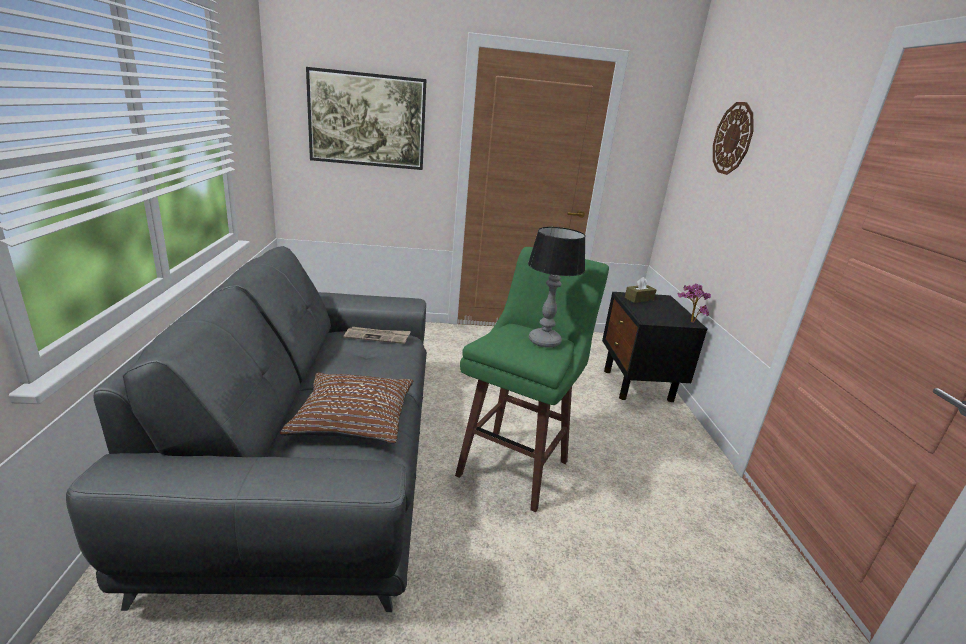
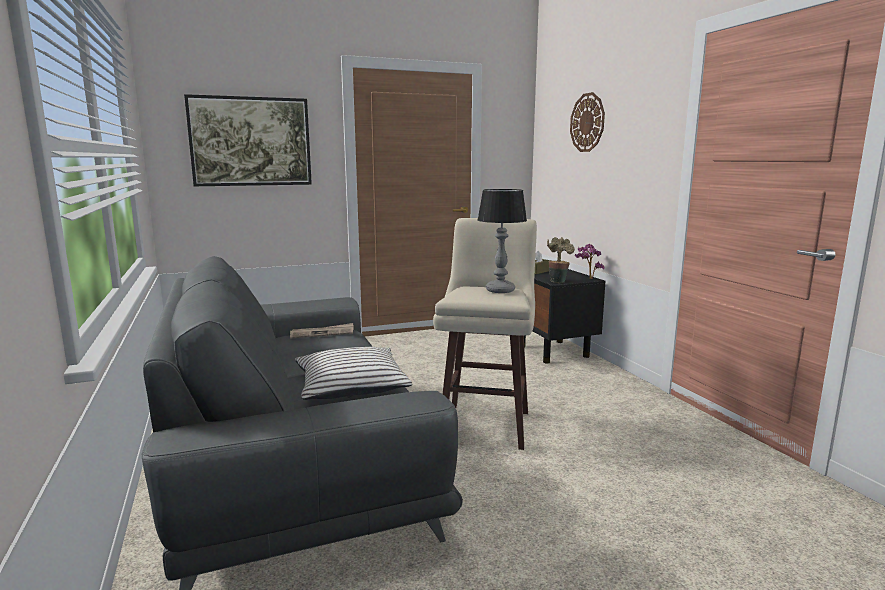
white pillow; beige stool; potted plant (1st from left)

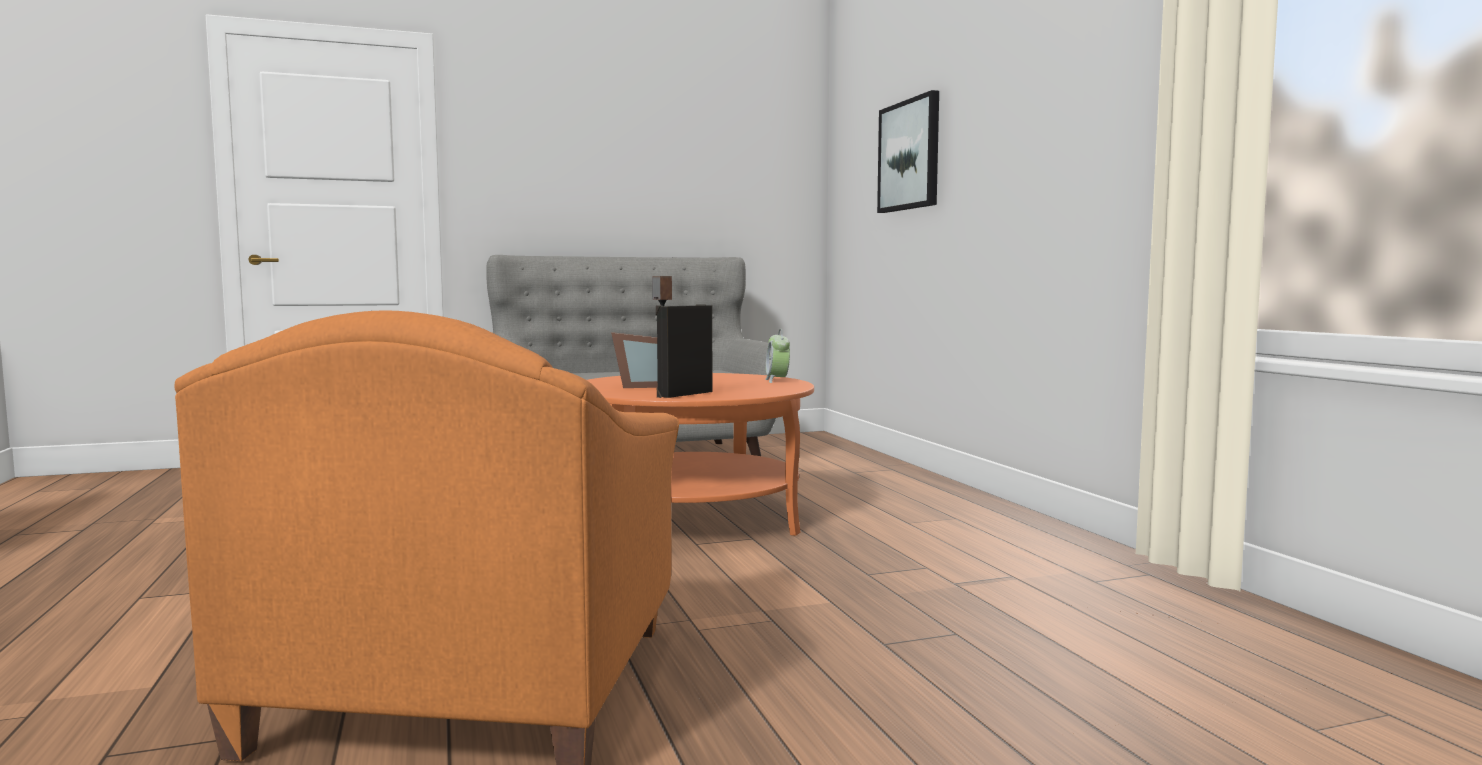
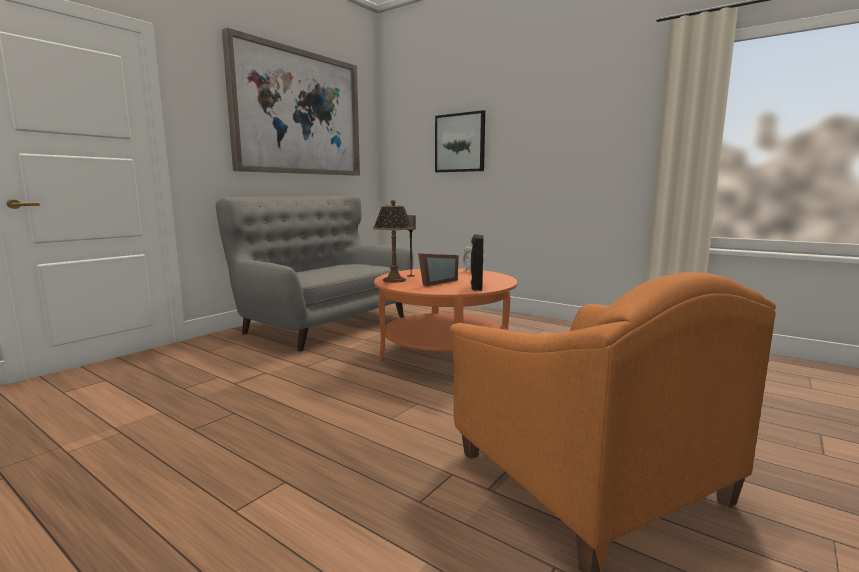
picture (1st from left); table lamp

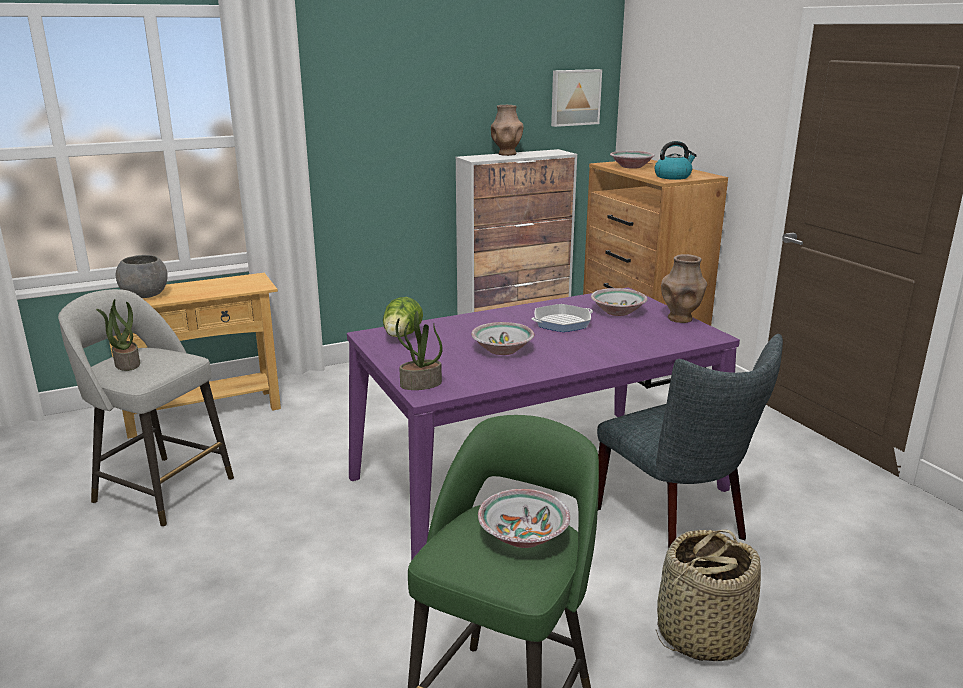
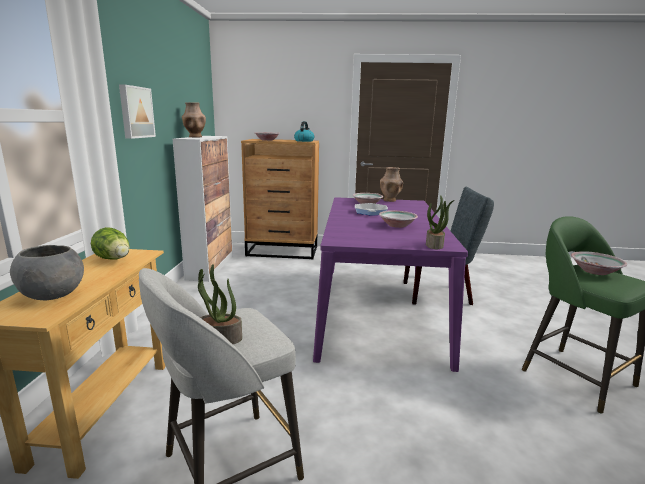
lettuce; picture; basket

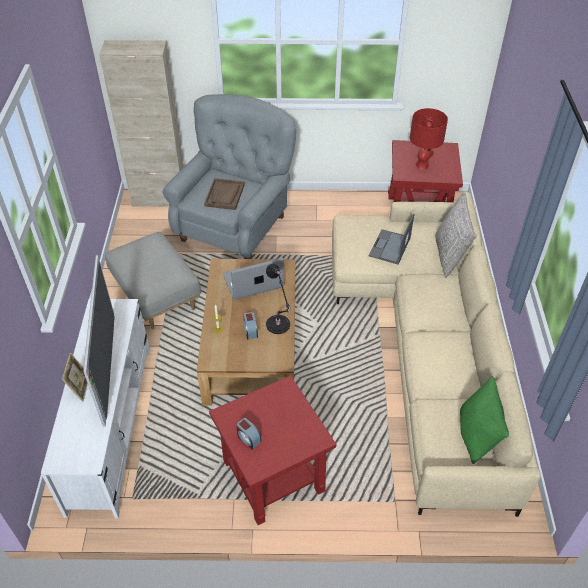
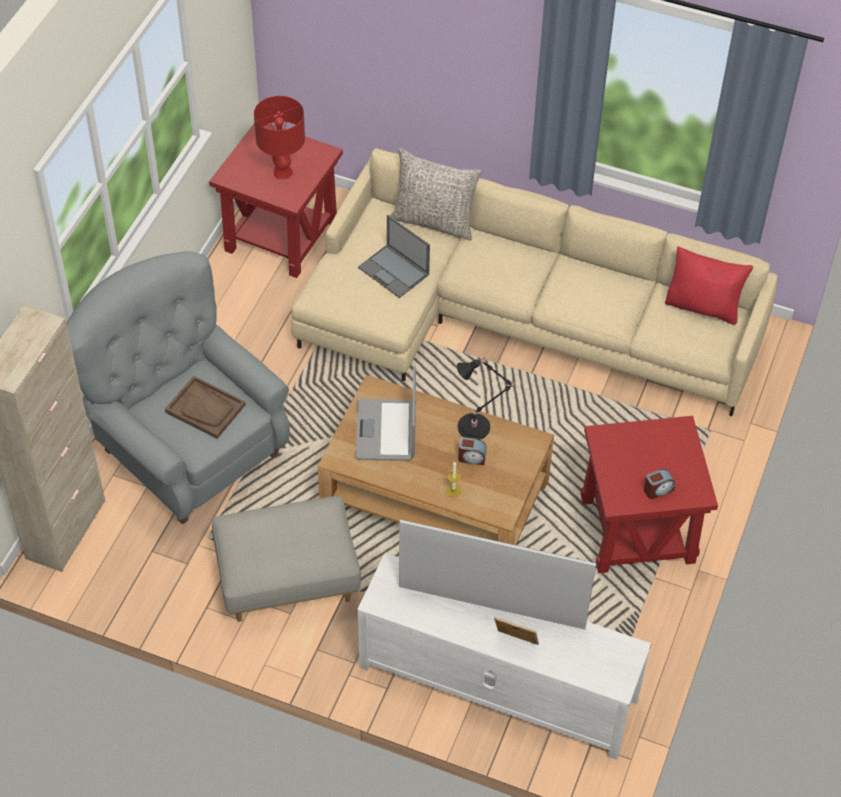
red pillow

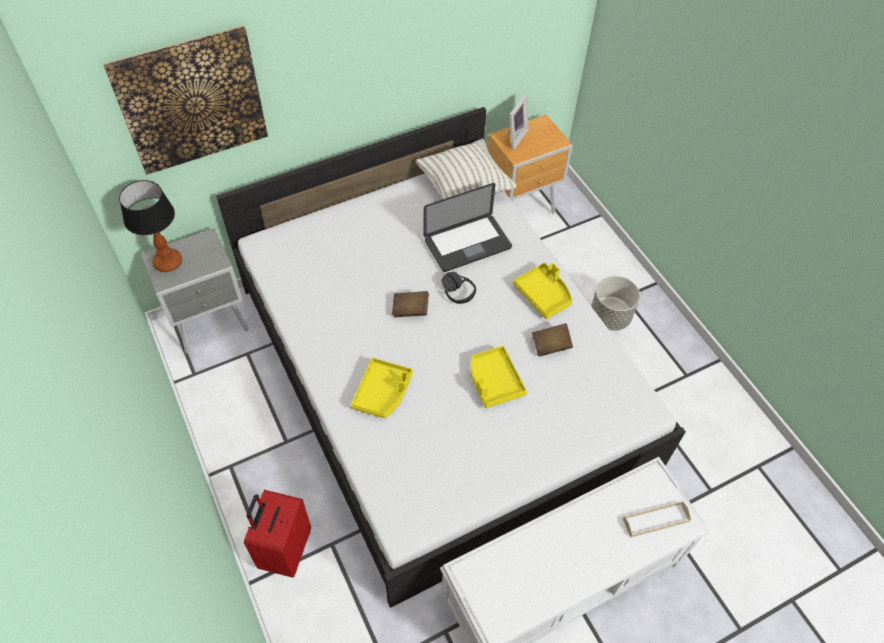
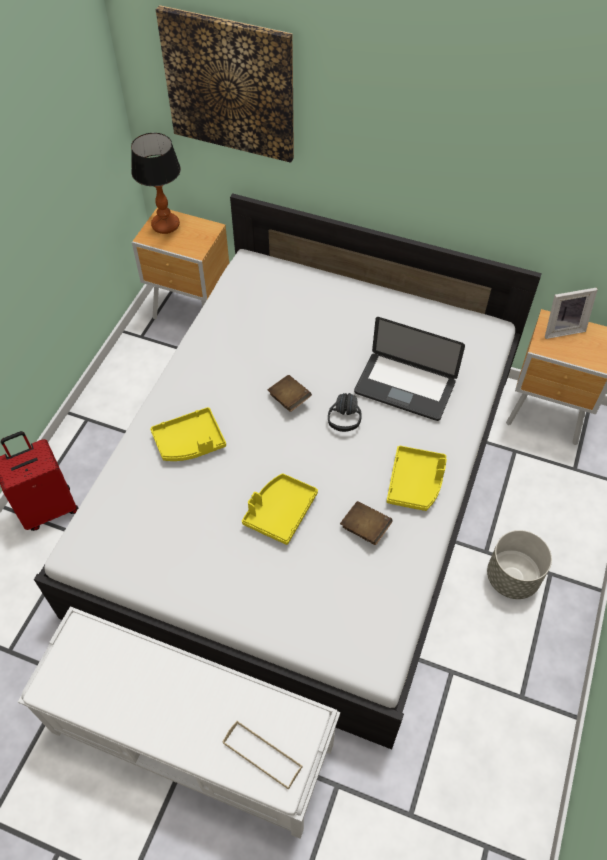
brown nightstand (1st from left); pillow

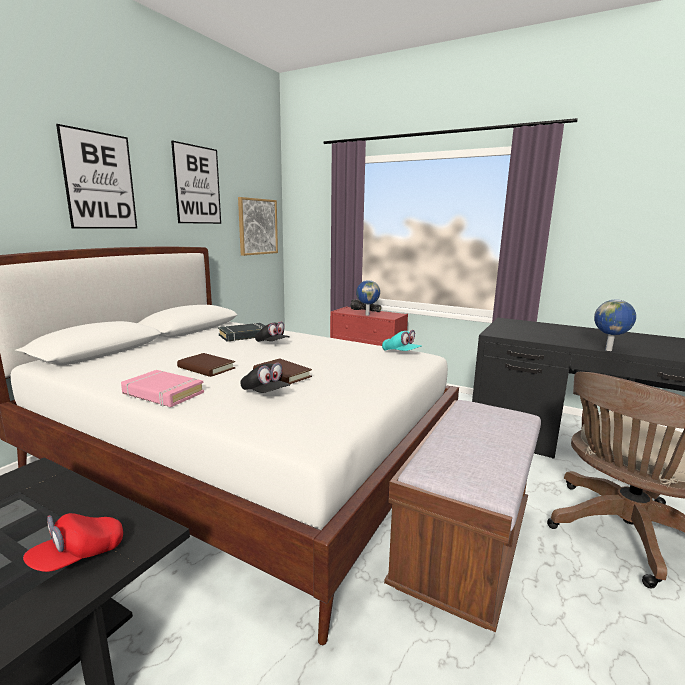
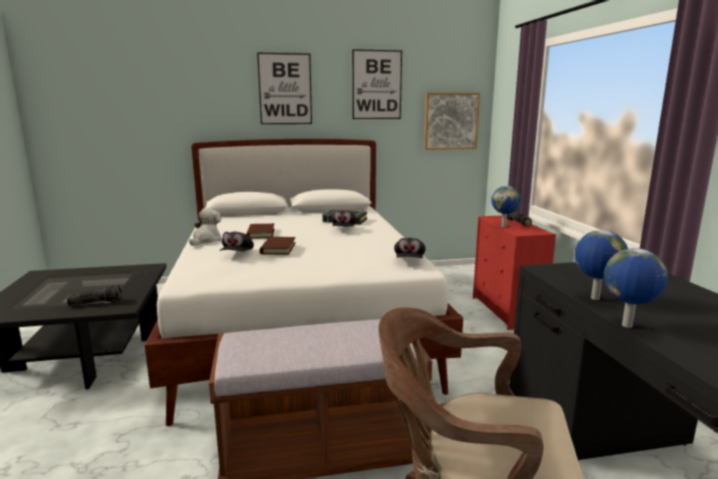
flashlight (1st from left); plush toy; black cap (3rd from left); globe (2nd from left)

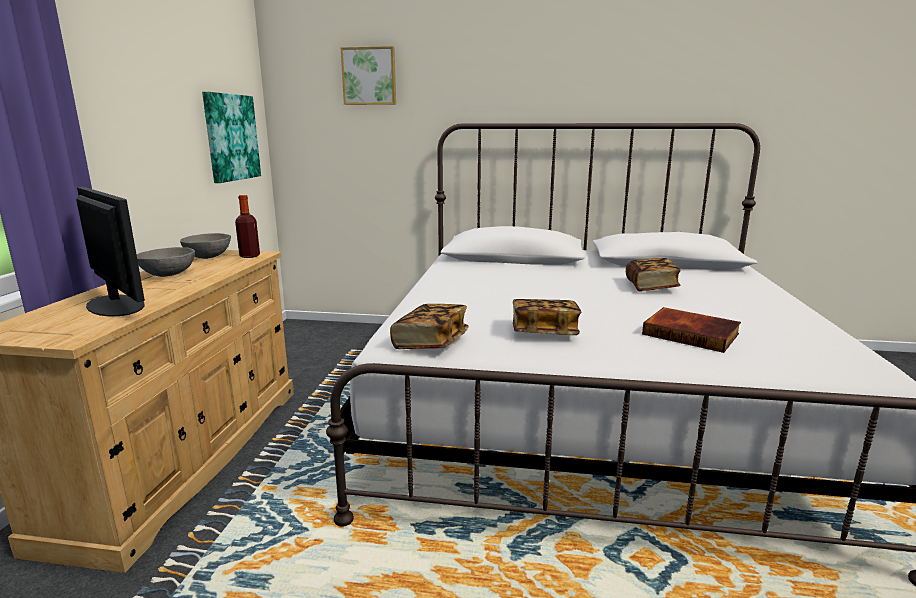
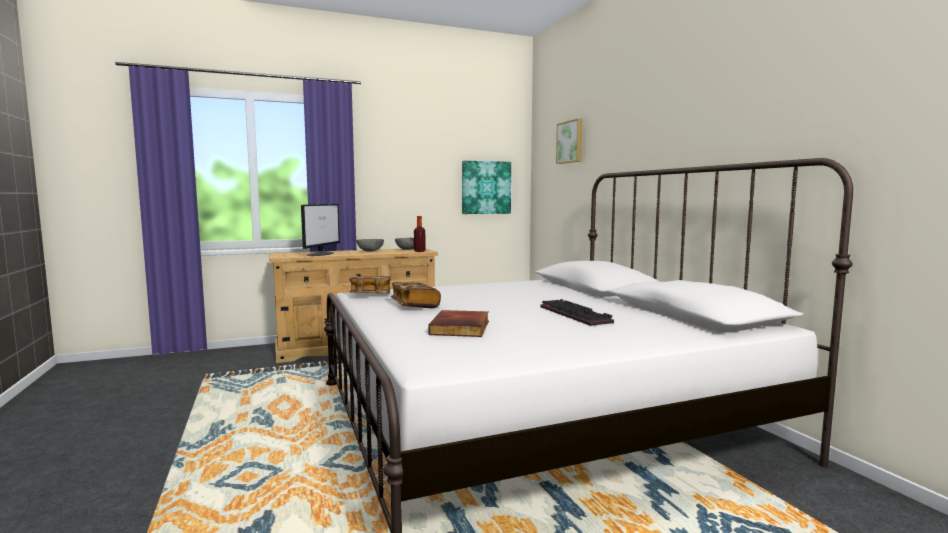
keyboard

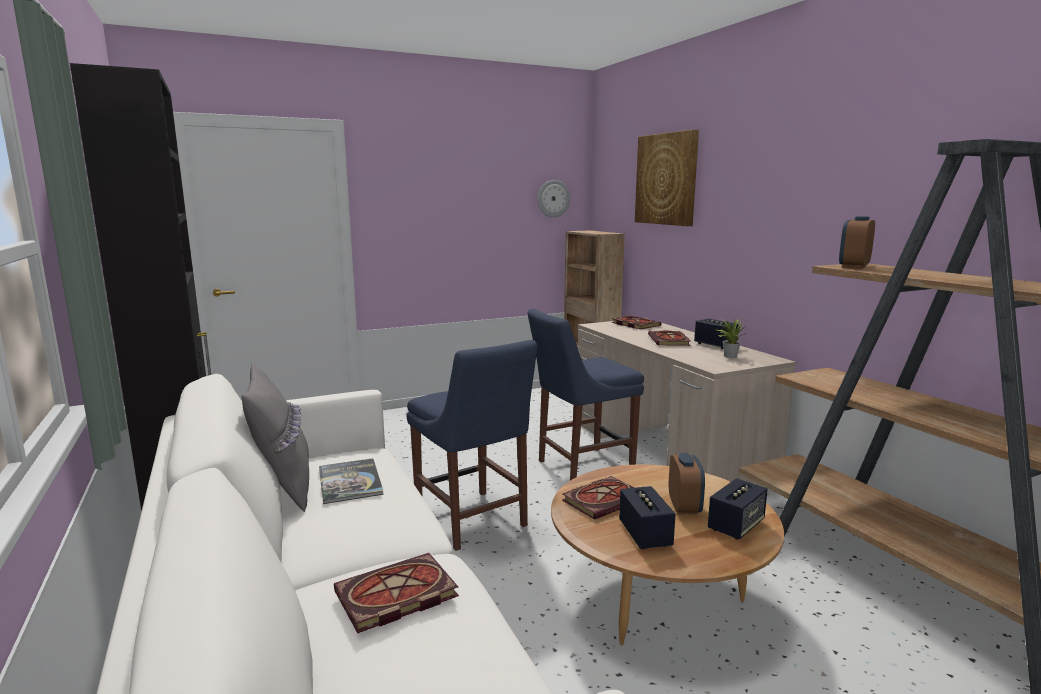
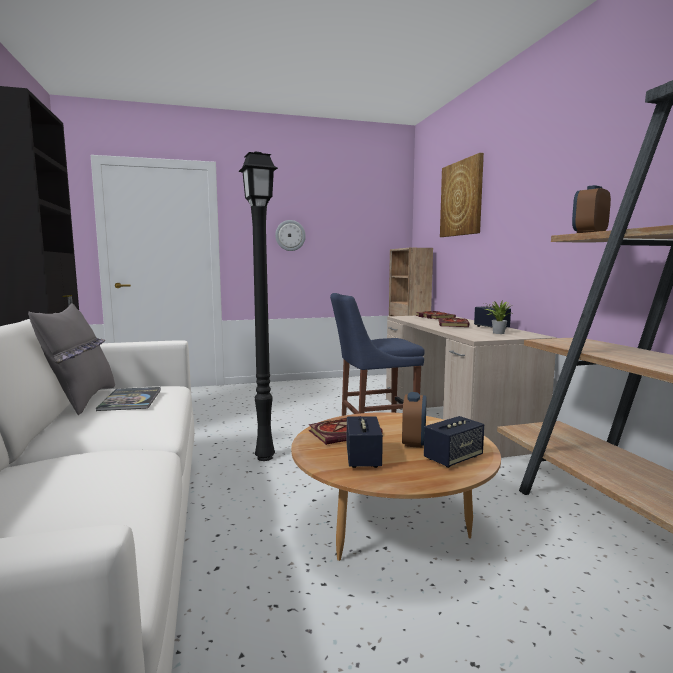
black floor lamp; wall clock; book (2nd from left in the first image)

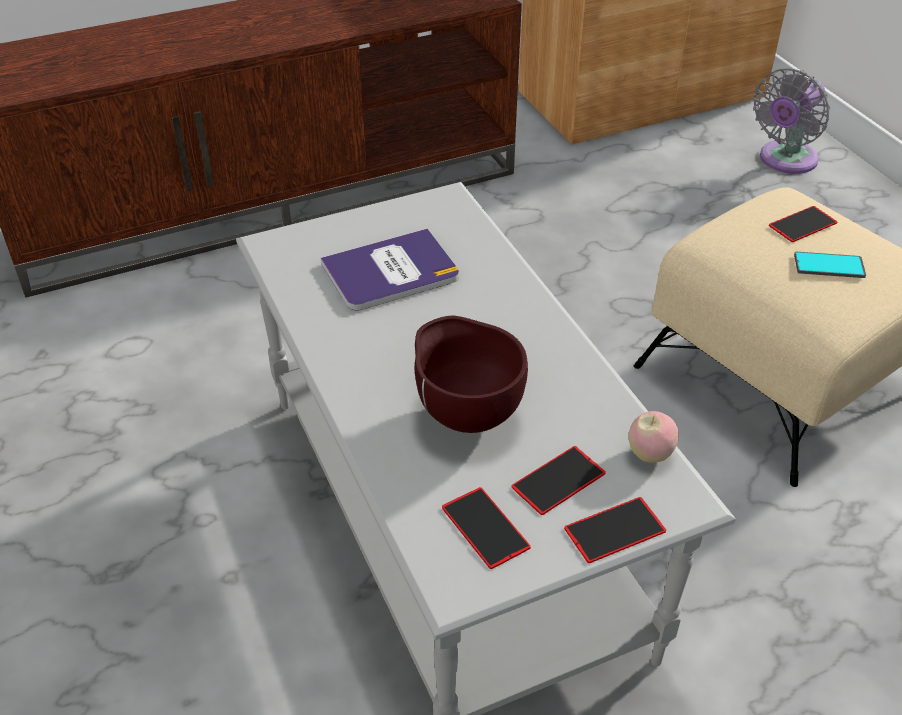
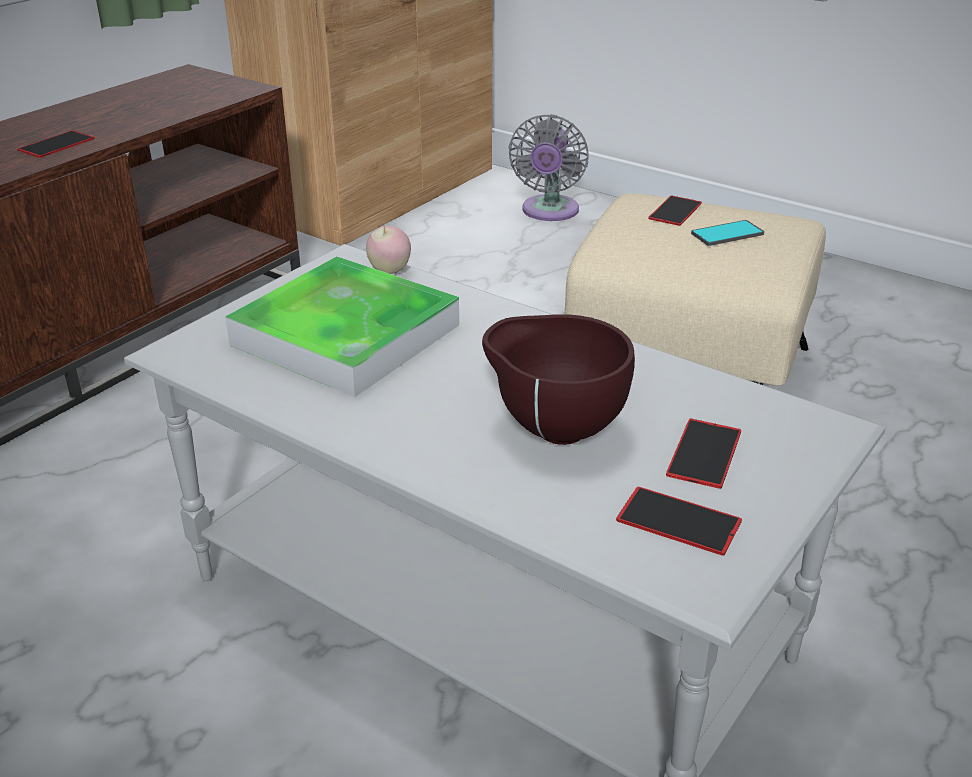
phone (1st from left); tray; apple

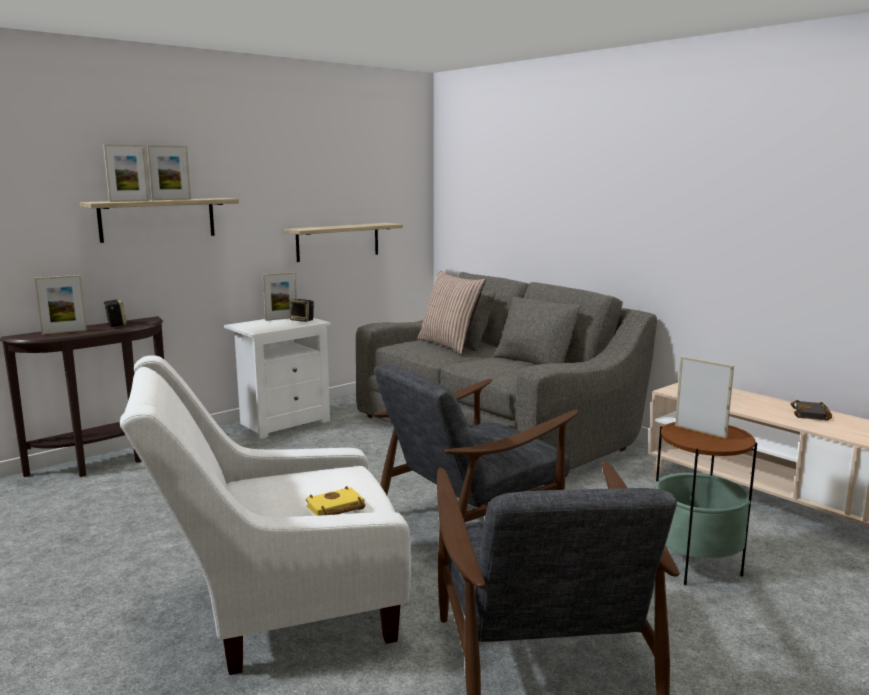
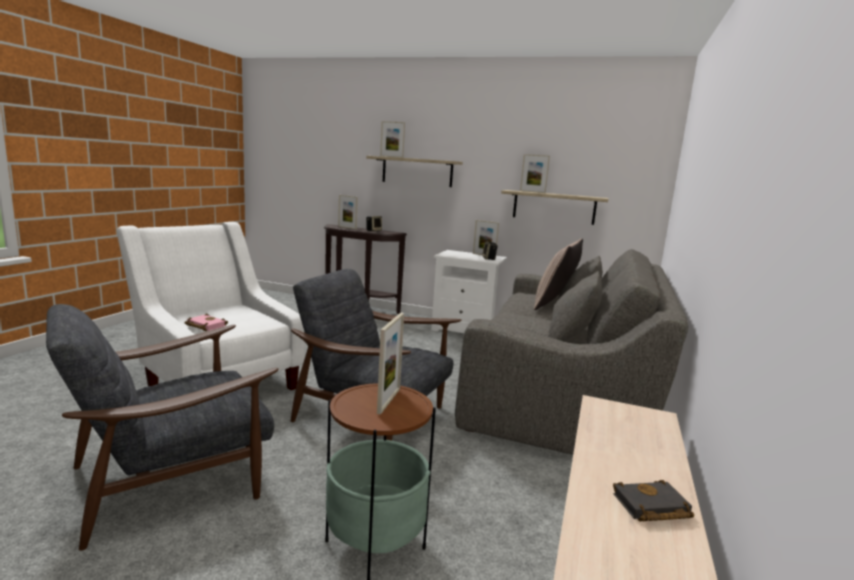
pink book; picture frame (5th from left)

